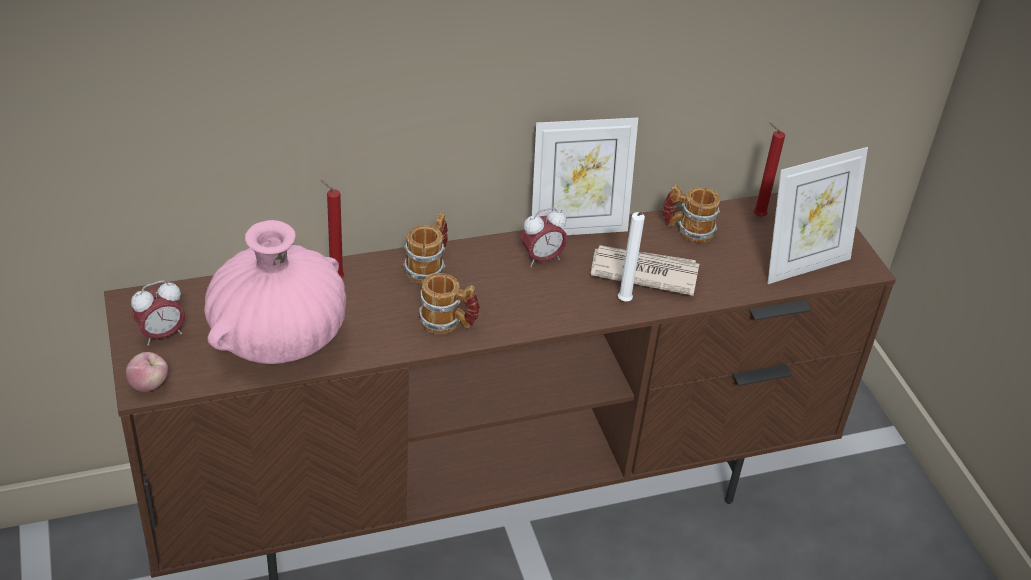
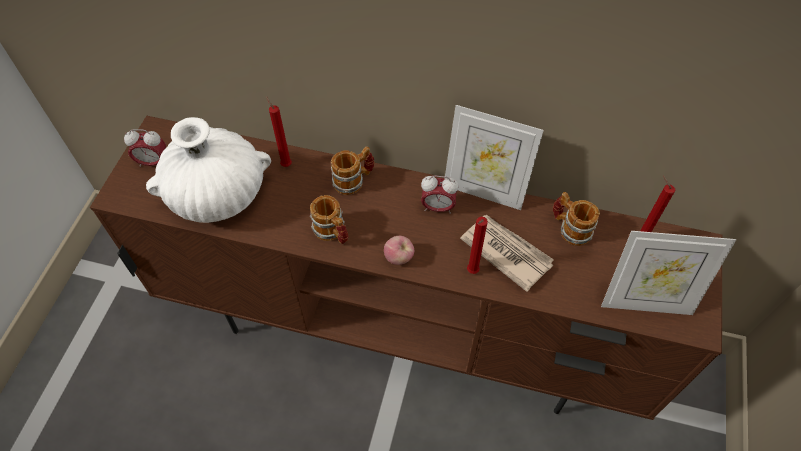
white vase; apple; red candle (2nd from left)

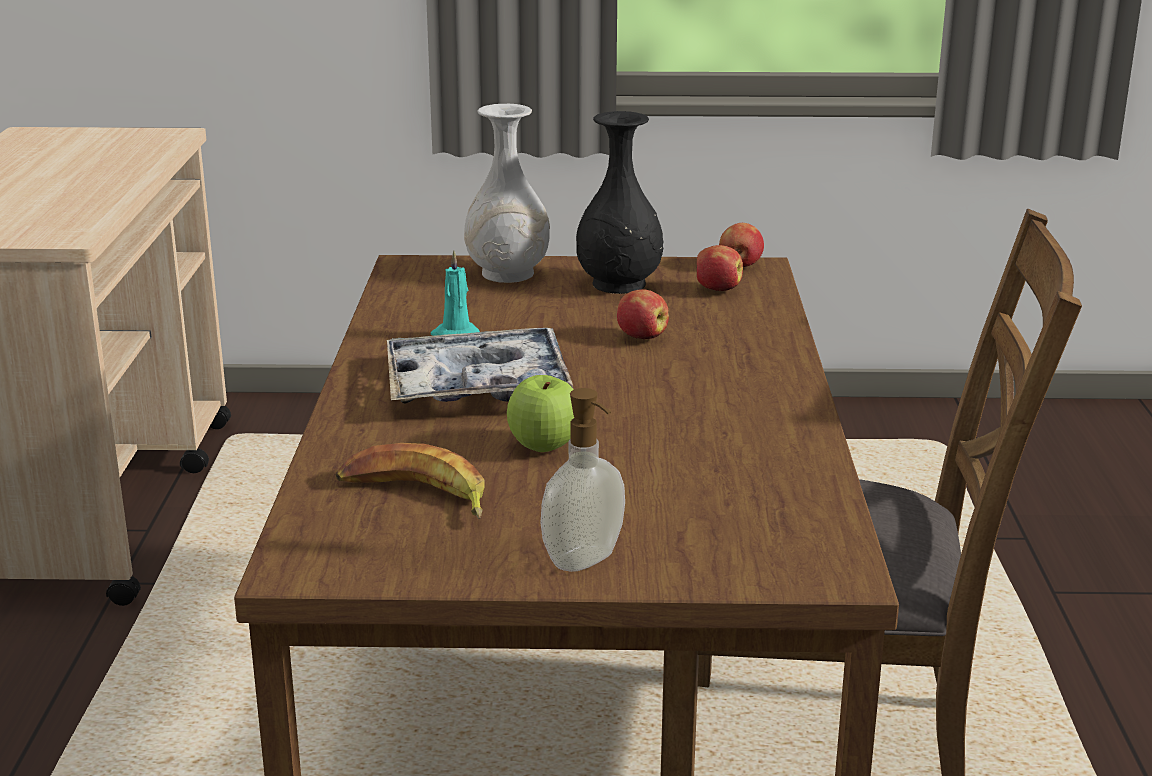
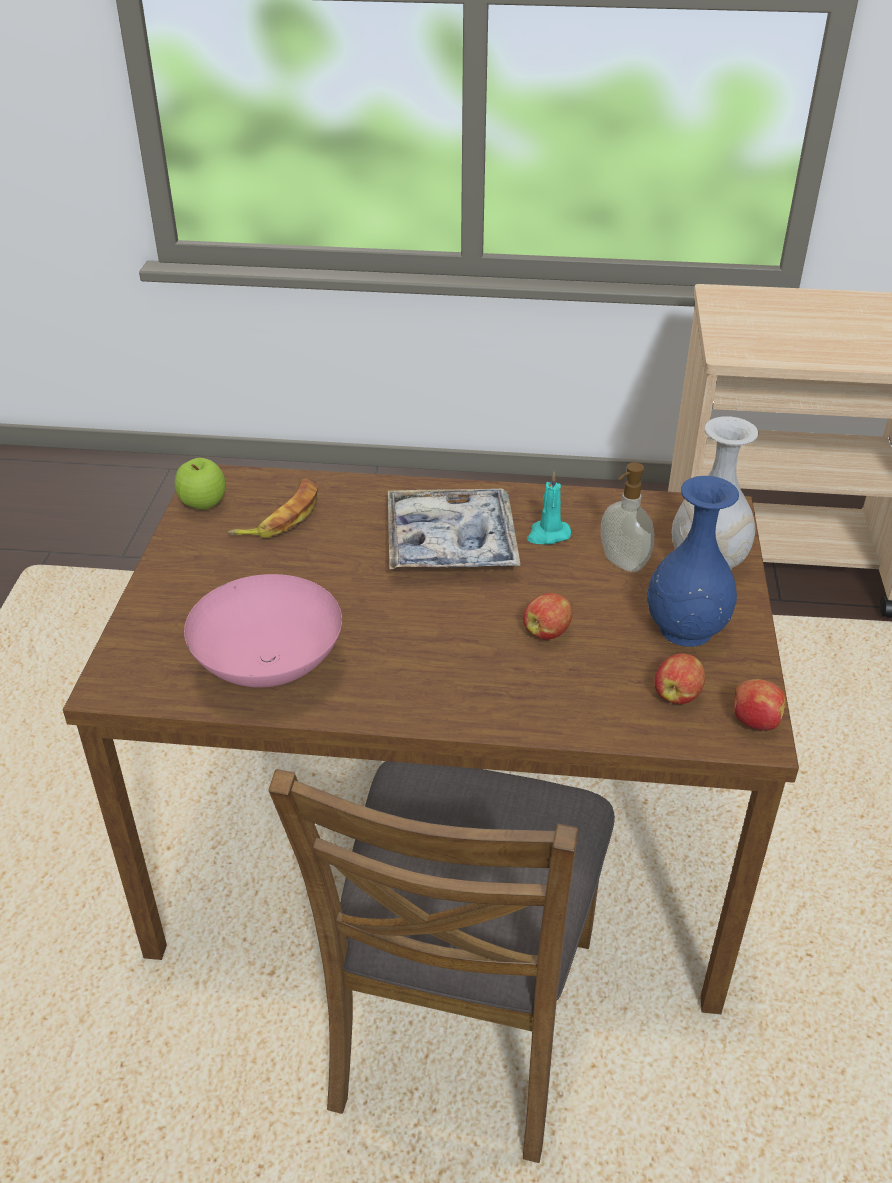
apple (1st from left); pink bowl; soap dispenser; blue vase

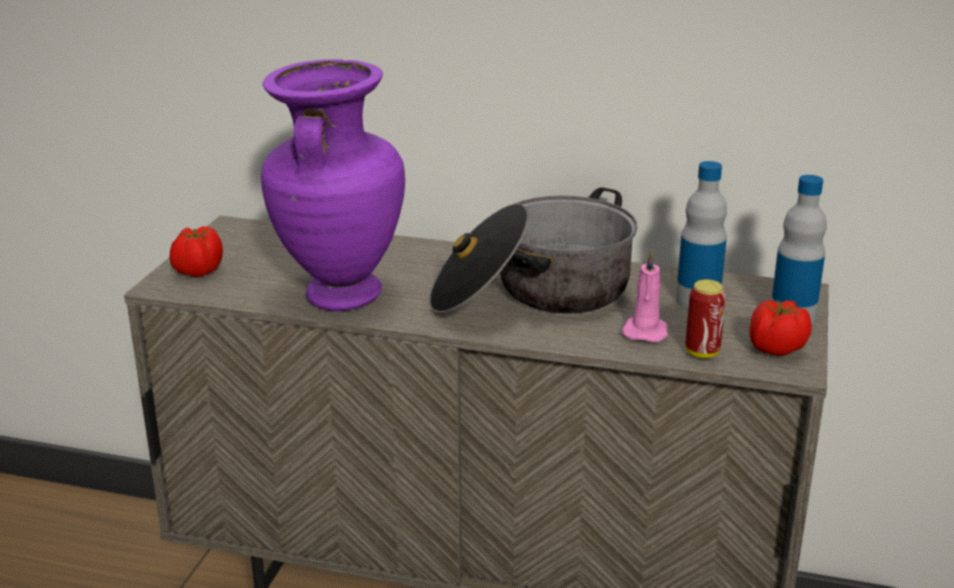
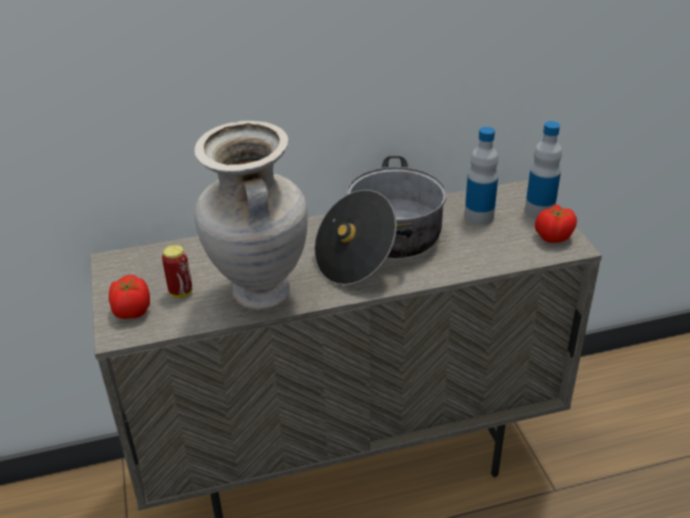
can; beige vase; pink candle

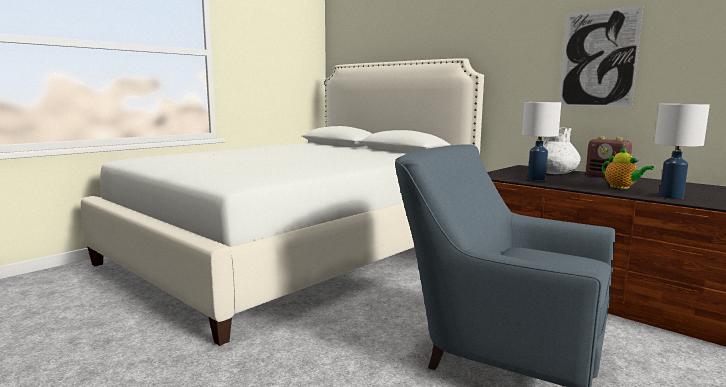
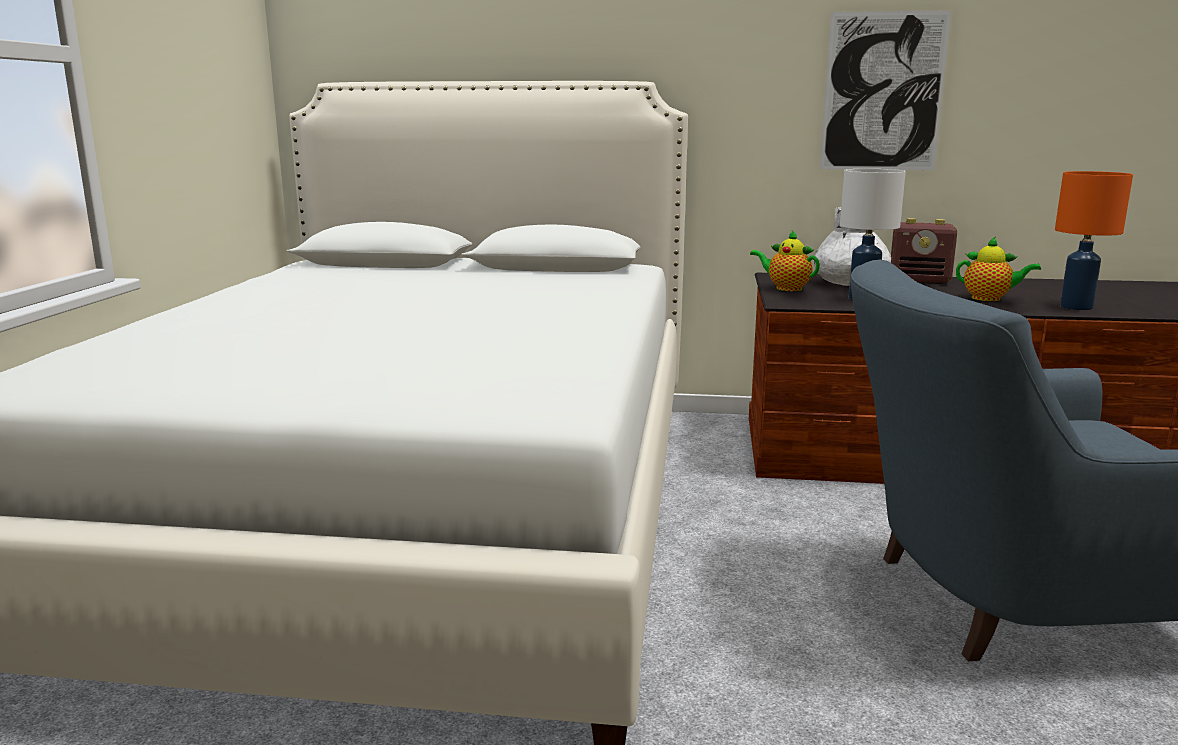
teapot (1st from left); orange table lamp

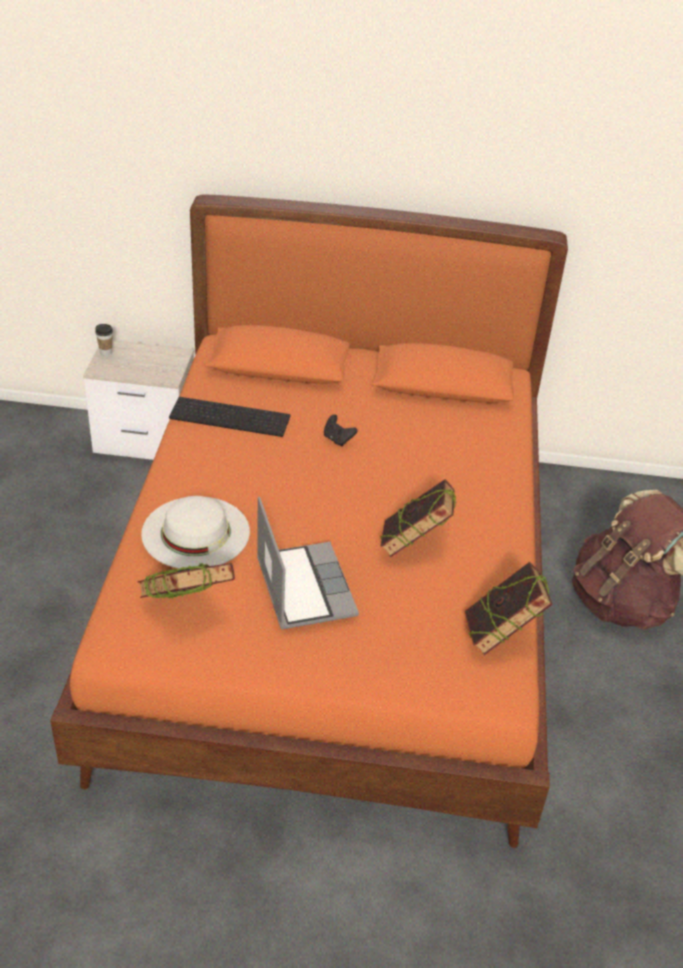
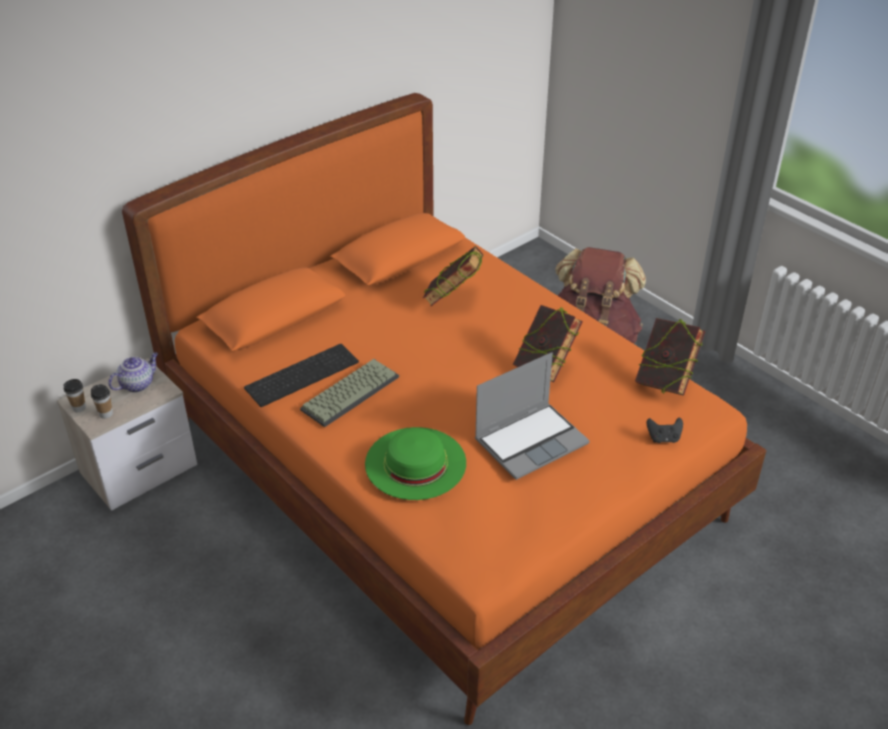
cup (2nd from left); teapot; keyboard (2nd from left); green hat; book (1st from left); laptop; black game controller

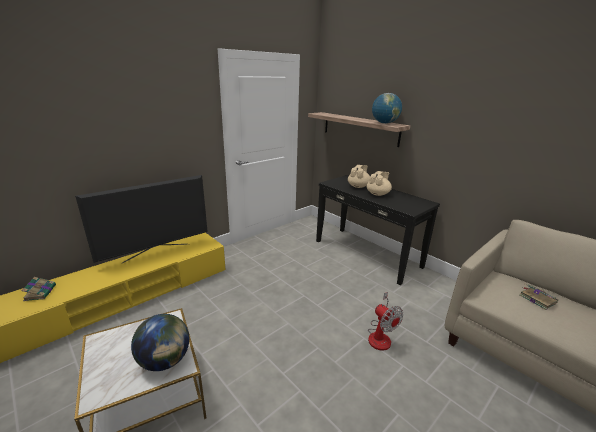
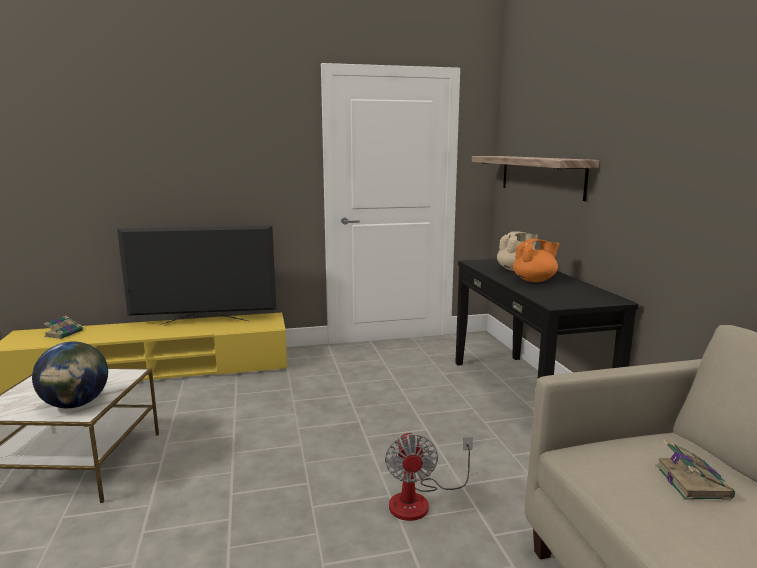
orange teapot; globe (2nd from left in the first image)

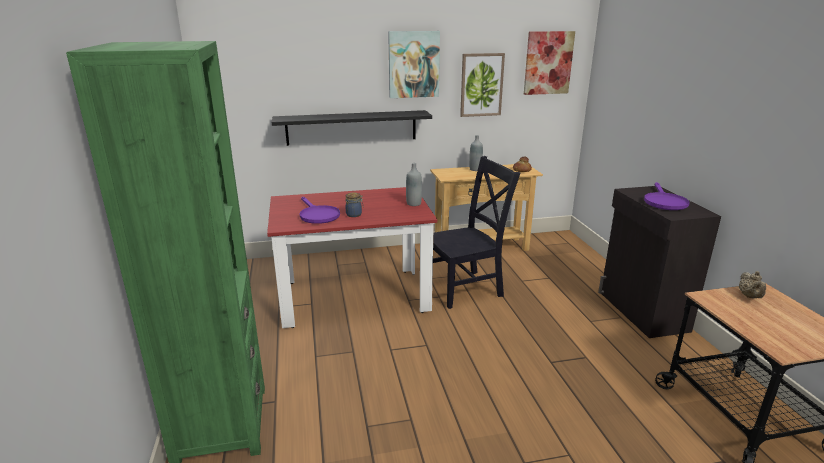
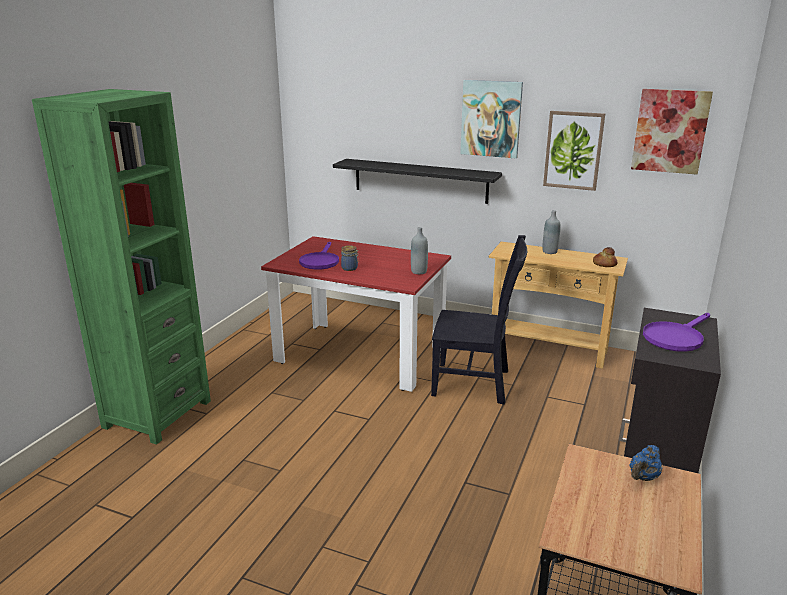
blue teapot

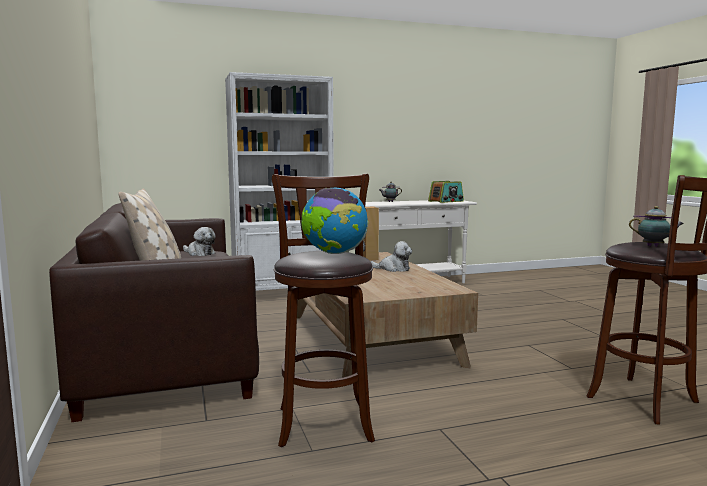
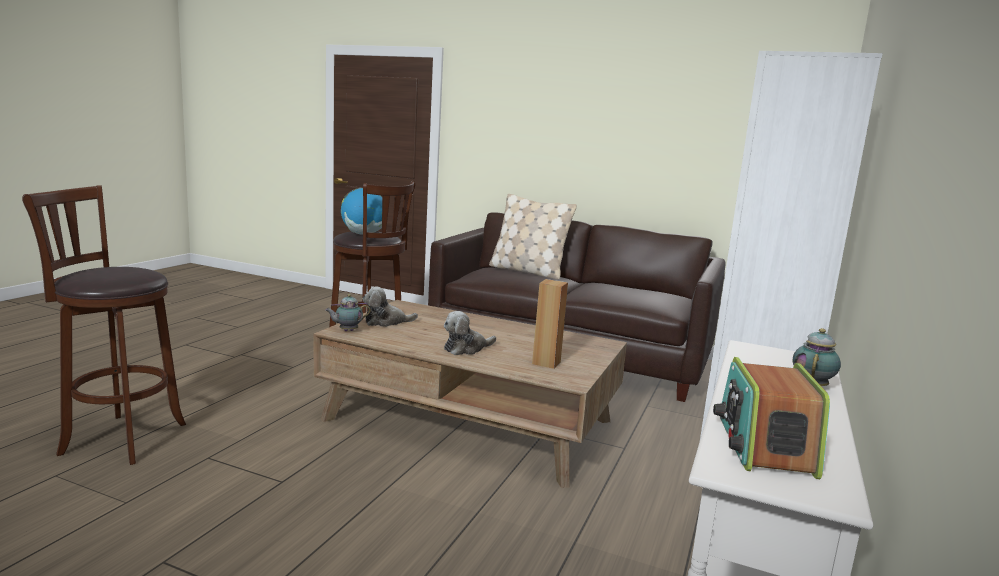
teapot (1st from left); plush toy (1st from left)

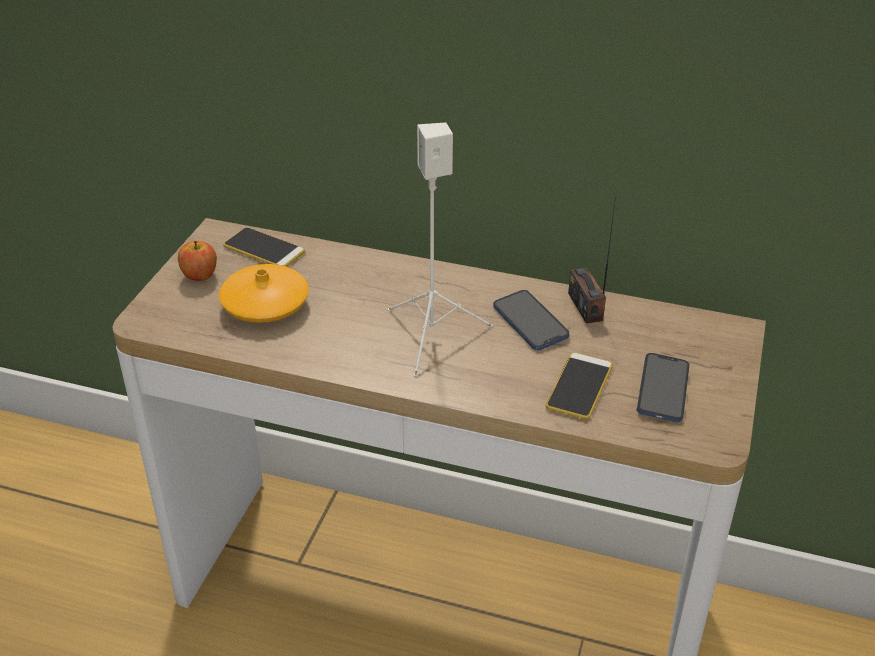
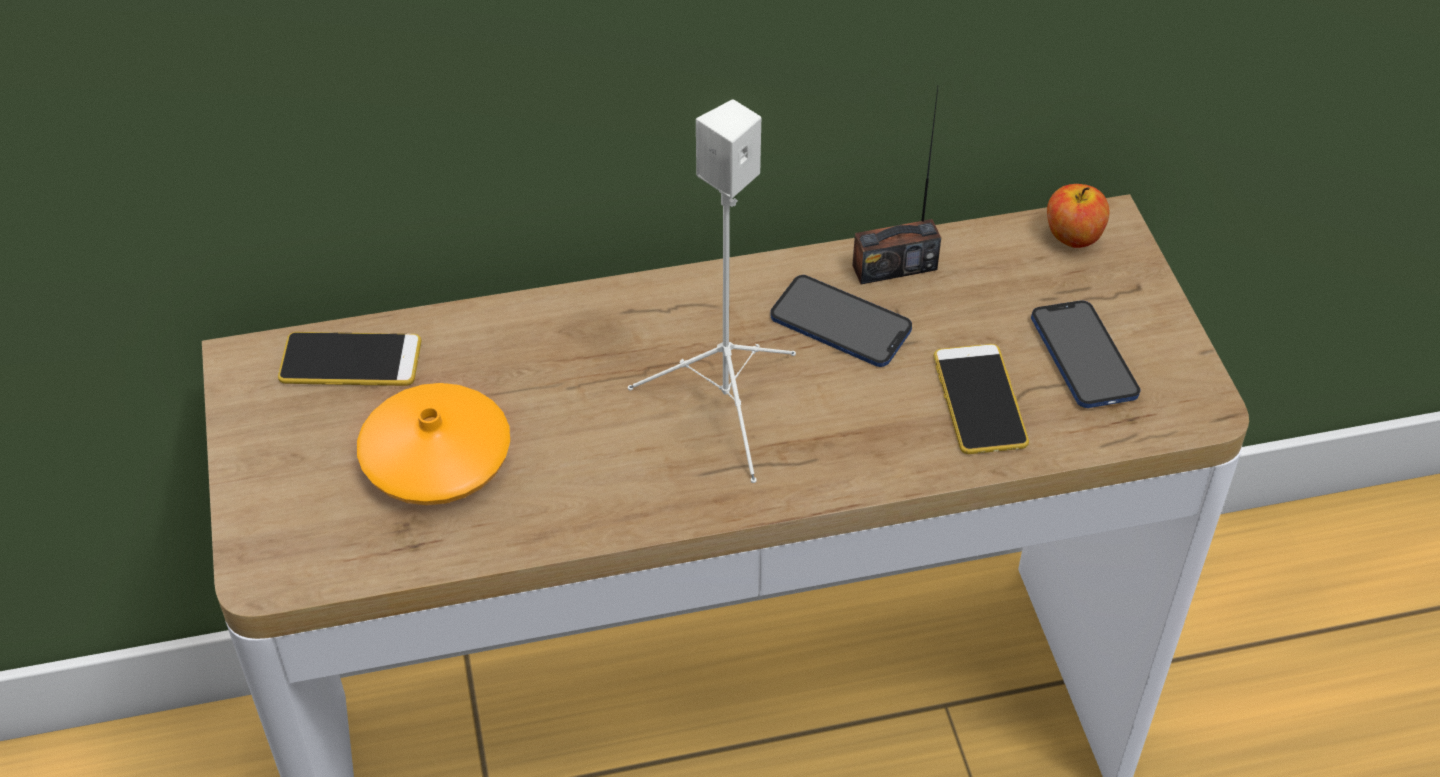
radio; apple

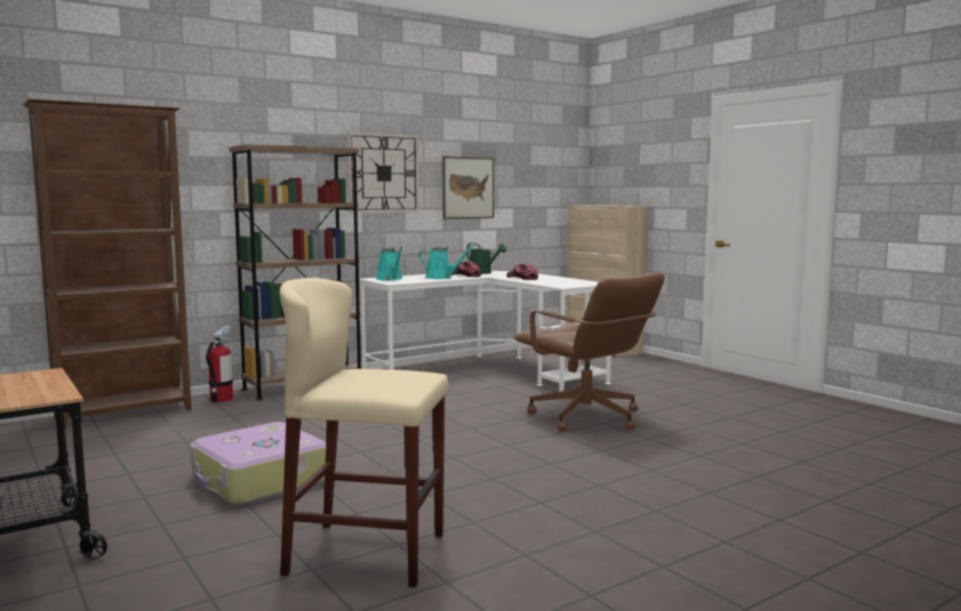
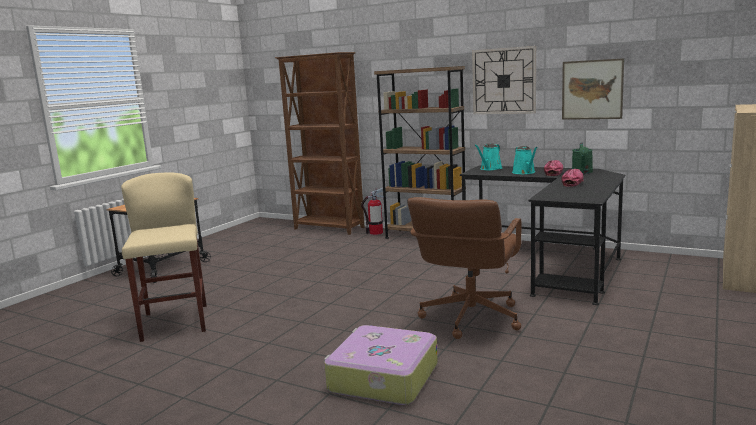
suitcase; black desk

